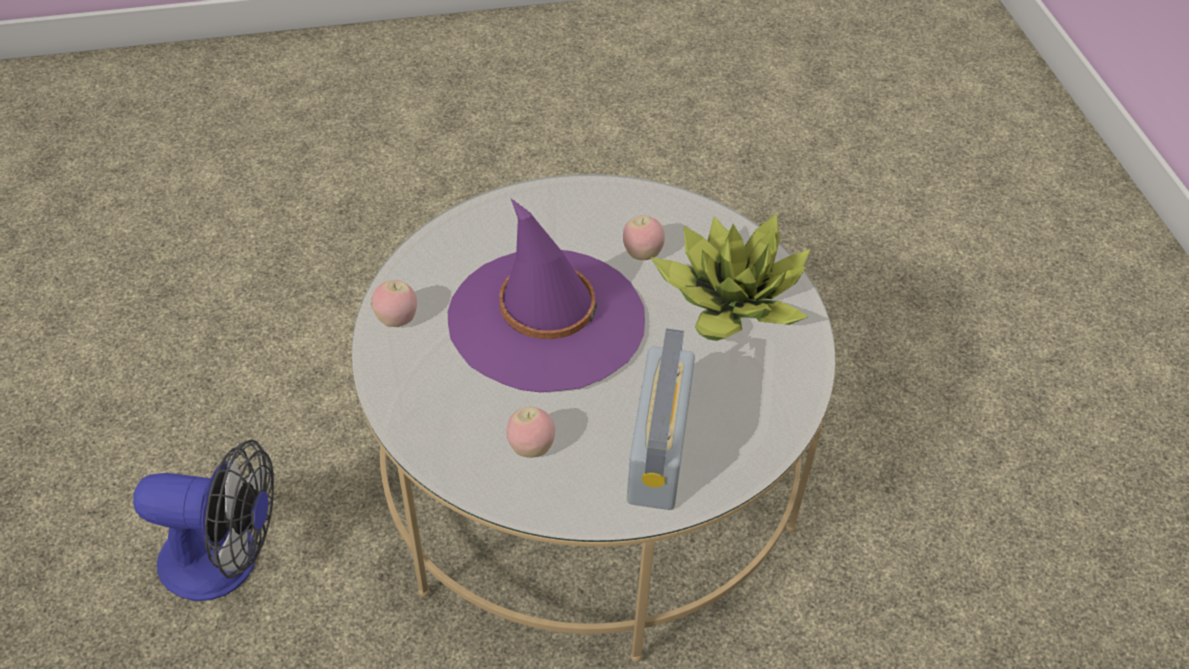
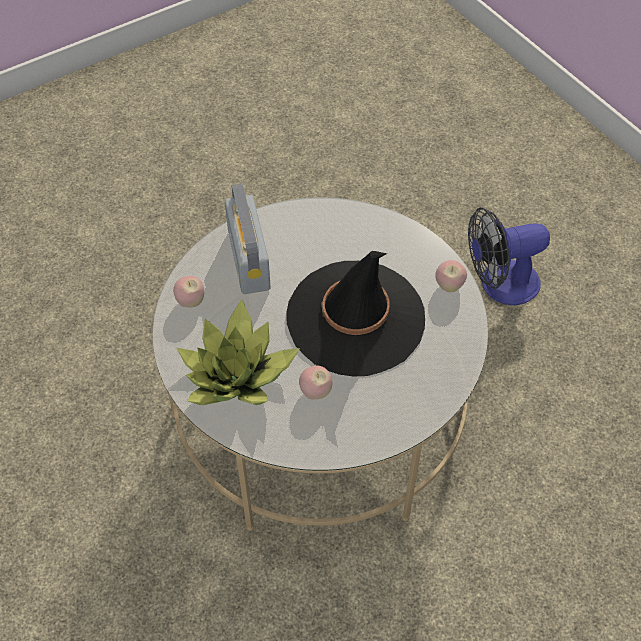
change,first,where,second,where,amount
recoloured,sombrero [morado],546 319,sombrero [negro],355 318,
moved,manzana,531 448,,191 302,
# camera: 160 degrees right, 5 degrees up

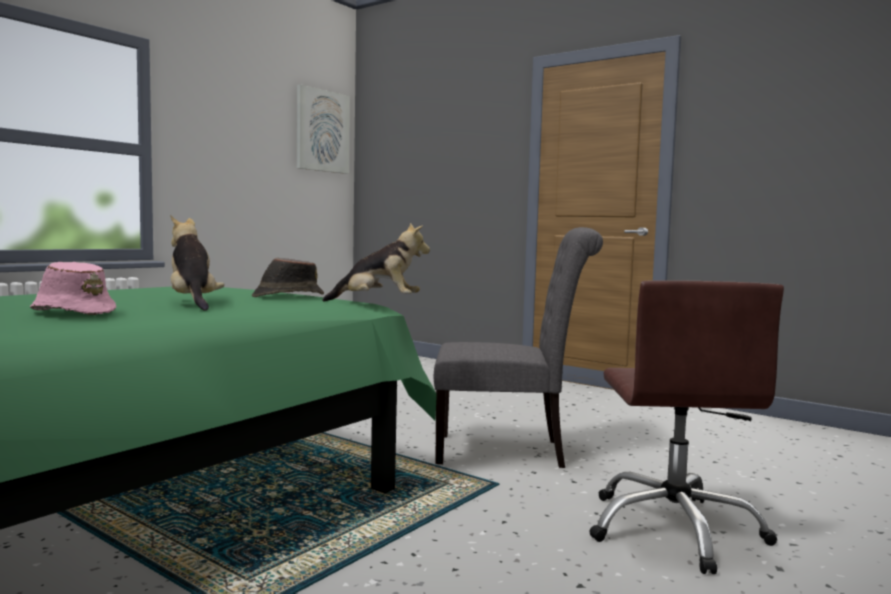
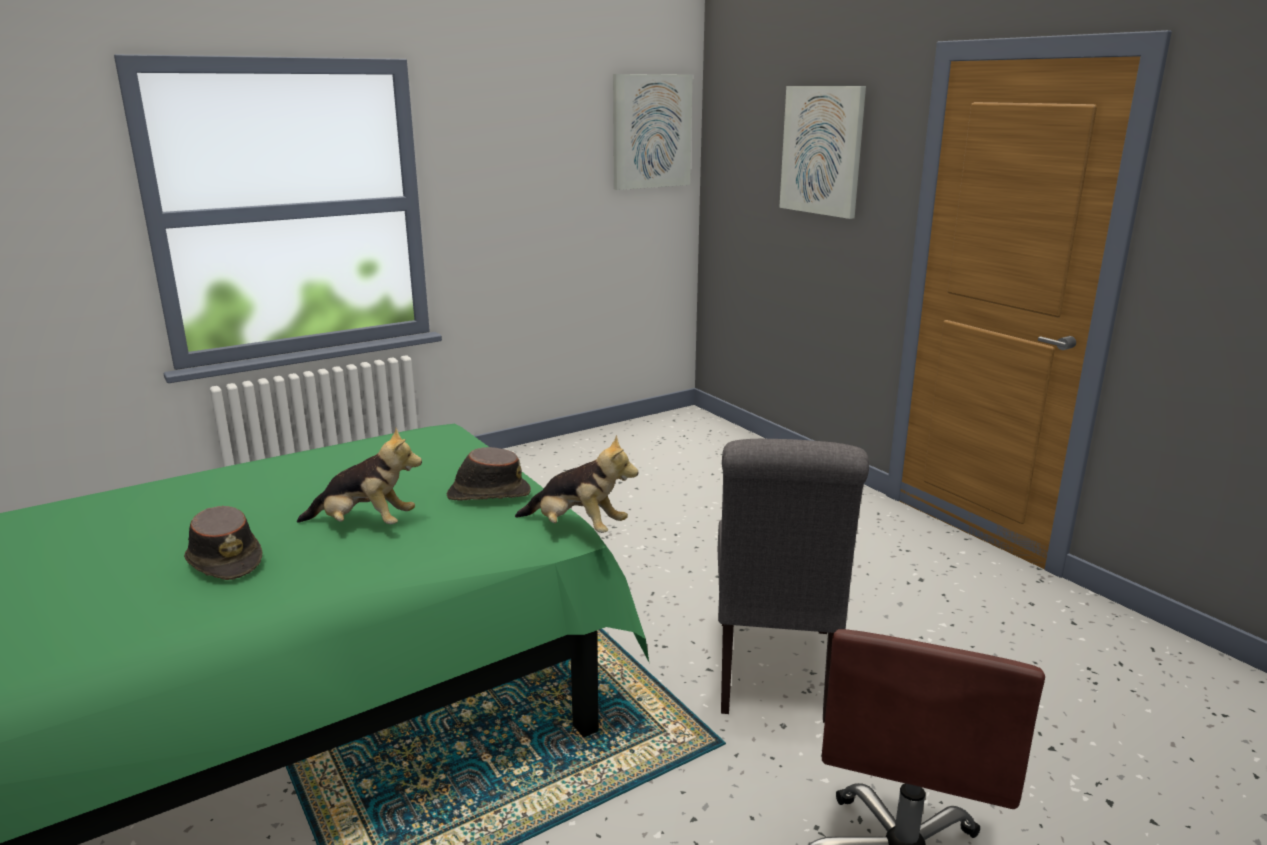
change,first,where,second,where,amount
recoloured,sombrero [rosa],73 313,sombrero [marrón],225 560,
turned,peluche,193 303,,364 524,105 degrees clockwise
turned,silla [gris],509 451,,774 676,75 degrees clockwise
added,,,cuadro,822 150,
# camera: 20 degrees right, 15 degrees up

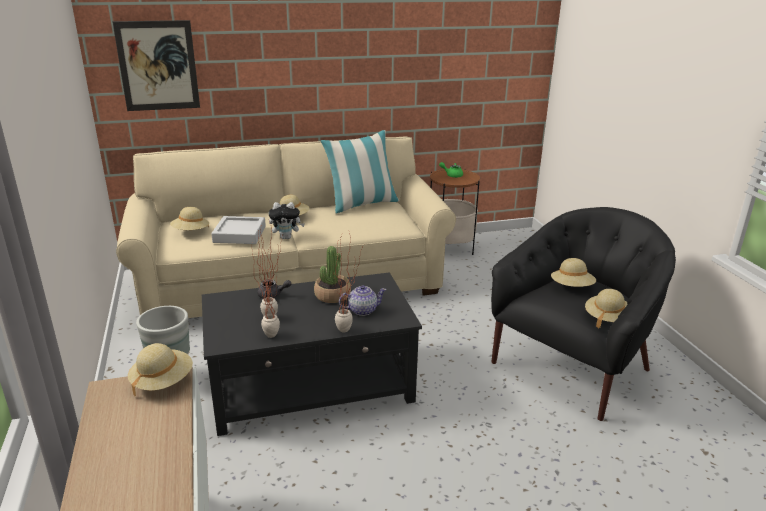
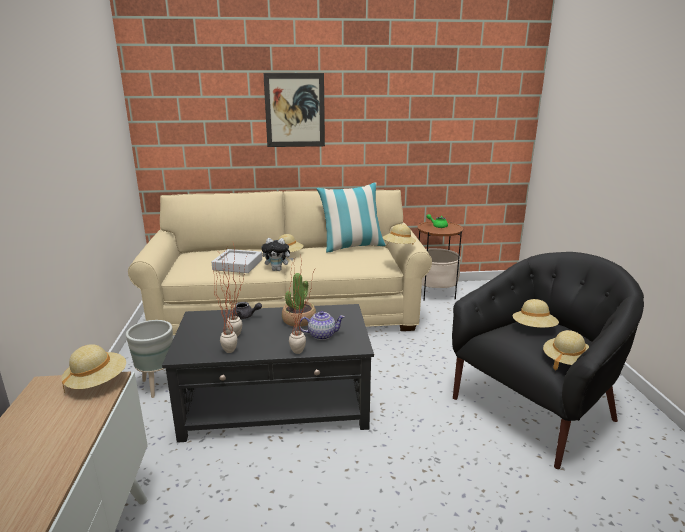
change,first,where,second,where,amount
moved,cuadro,158 66,,295 110,
moved,sombrero [beis],191 232,,399 247,
# camera: 10 degrees right, 5 degrees down

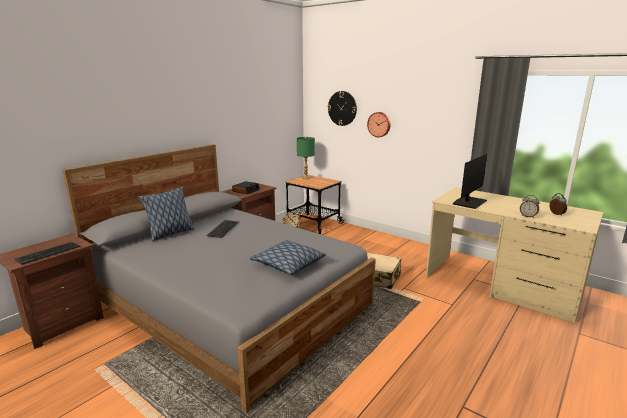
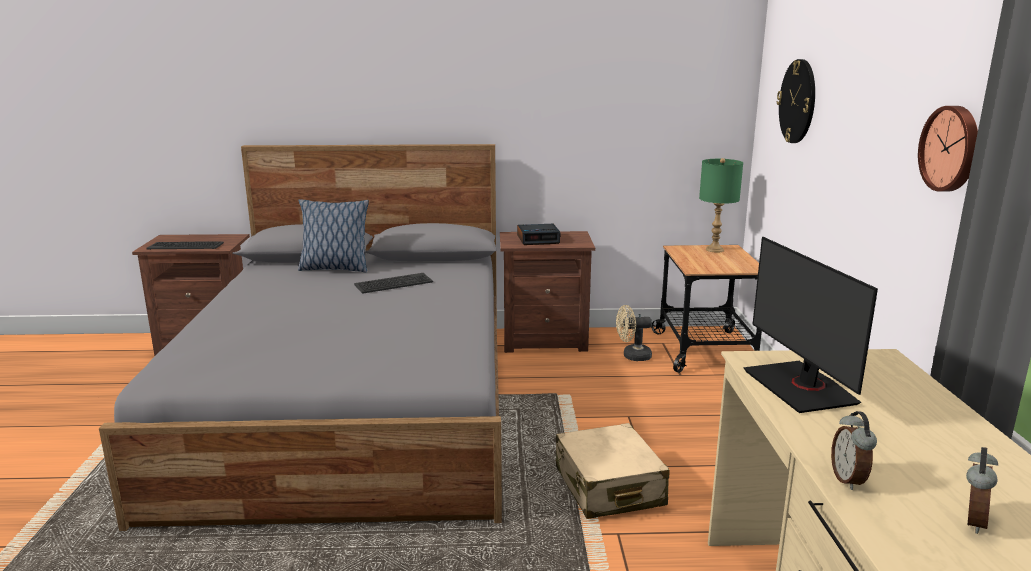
change,first,where,second,where,amount
removed,cojín,288 264,,,
moved,reloj de pared,379 124,,951 148,
turned,monitor,469 202,,800 387,75 degrees clockwise
# camera: 50 degrees right, 0 degrees up

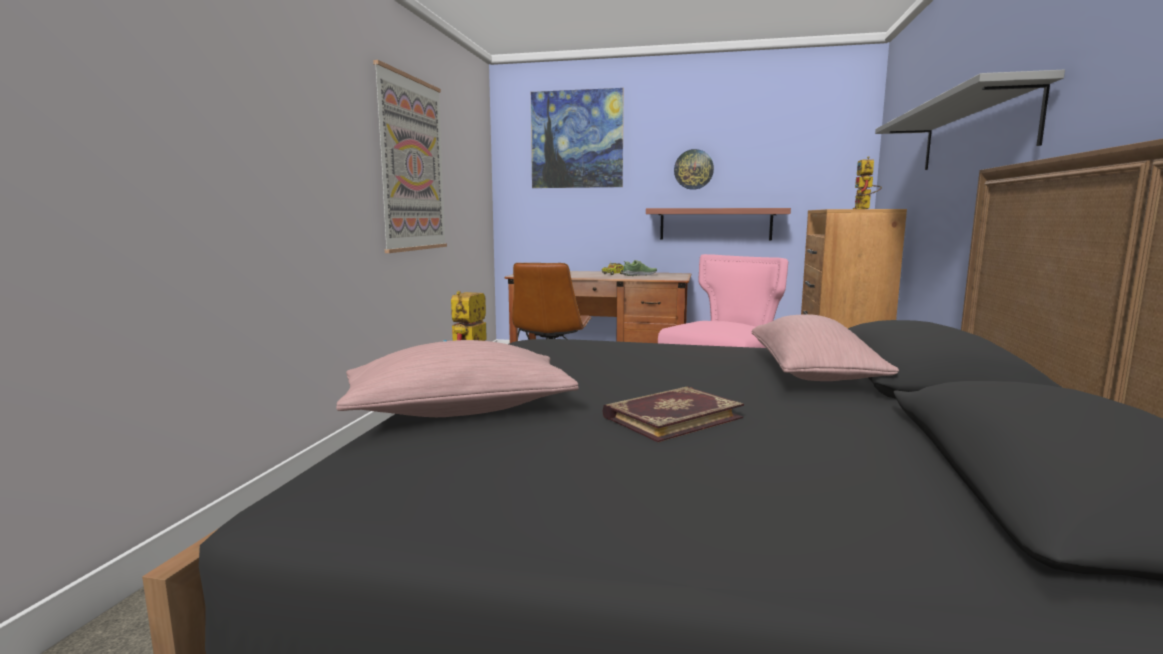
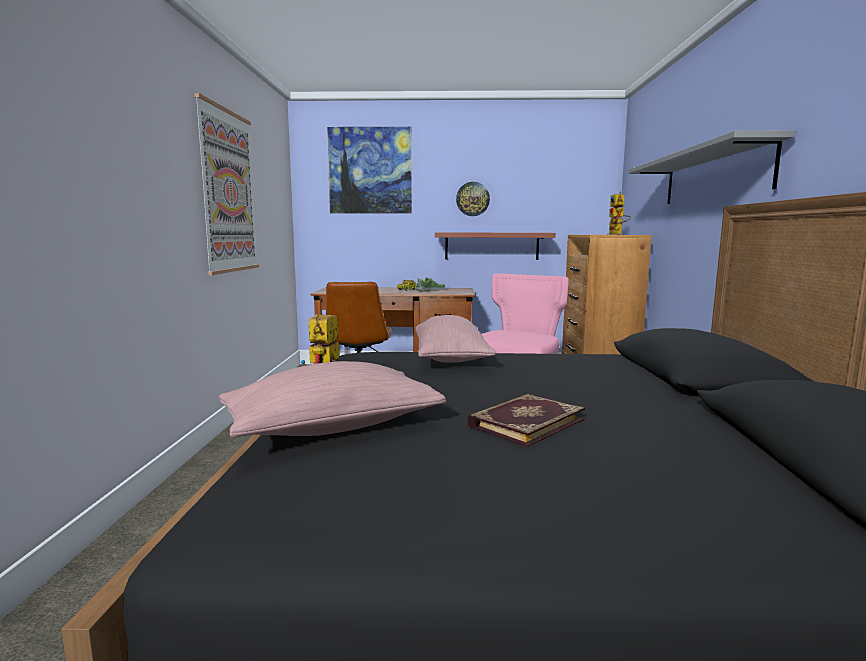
change,first,where,second,where,amount
moved,cojín [rosa],812 374,,450 358,
# camera: 10 degrees left, 0 degrees up

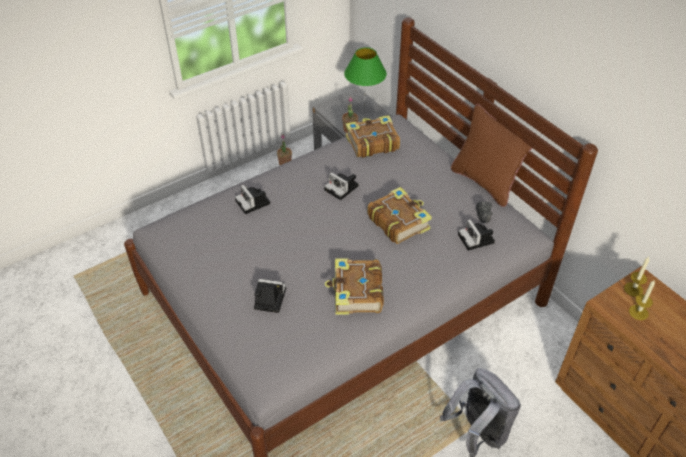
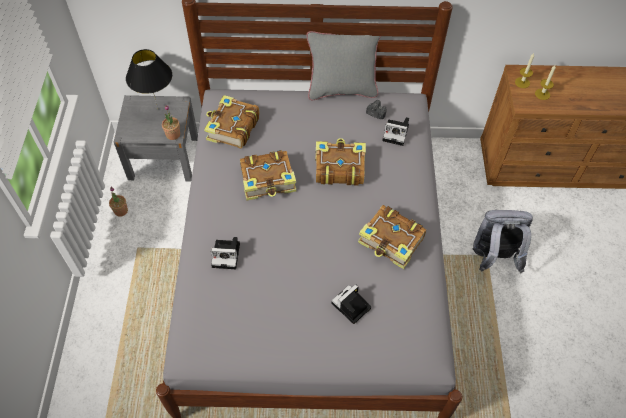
change,first,where,second,where,amount
replaced,cámara,342 188,libro,268 181,
recoloured,lámpara de mesa [verde],364 109,lámpara de mesa [negro],158 109,
recoloured,cojín [marrón],485 182,cojín [gris],341 90,
# camera: 55 degrees left, 10 degrees up

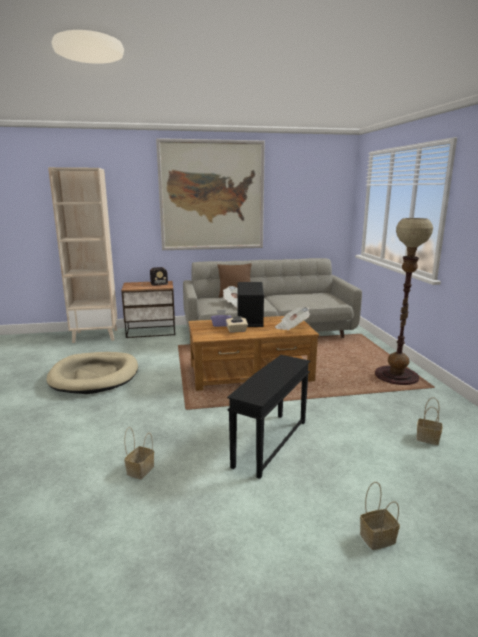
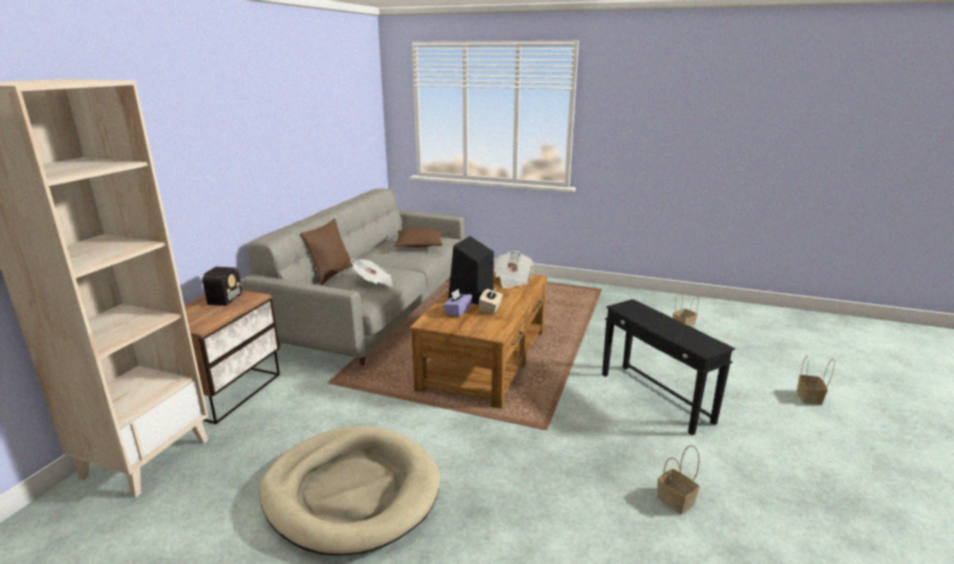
change,first,where,second,where,amount
removed,cuadro,211 196,,,
removed,lámpara de pie,396 376,,,
added,,,cojín [marrón],419 245,
# camera: 60 degrees left, 5 degrees up

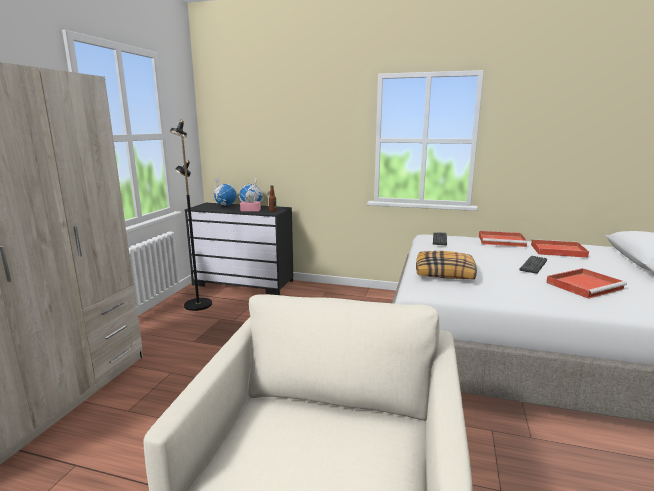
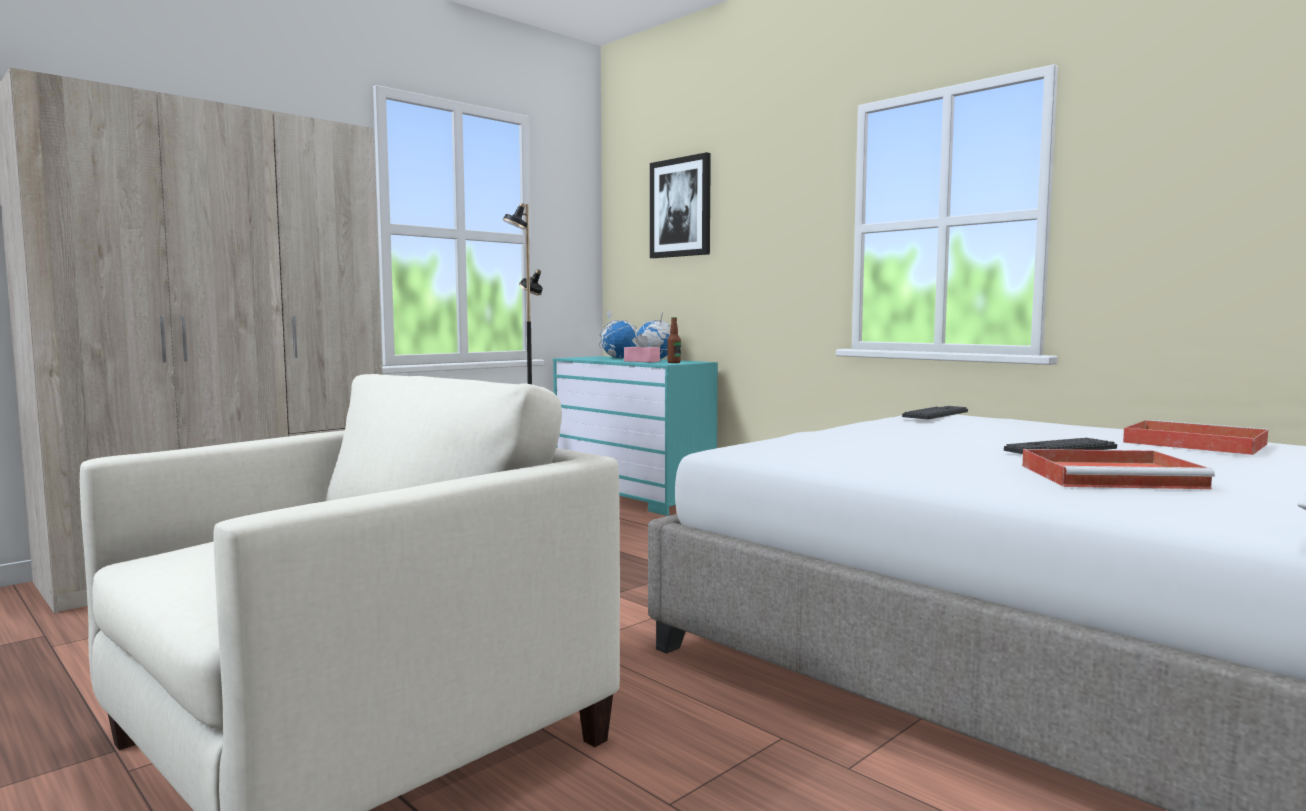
change,first,where,second,where,amount
recoloured,cómoda [negro],243 283,cómoda [turquesa],633 496,
removed,cojín,445 273,,,
removed,bandeja [rojo],502 241,,,
added,,,cuadro,680 207,
# camera: 30 degrees right, 10 degrees down

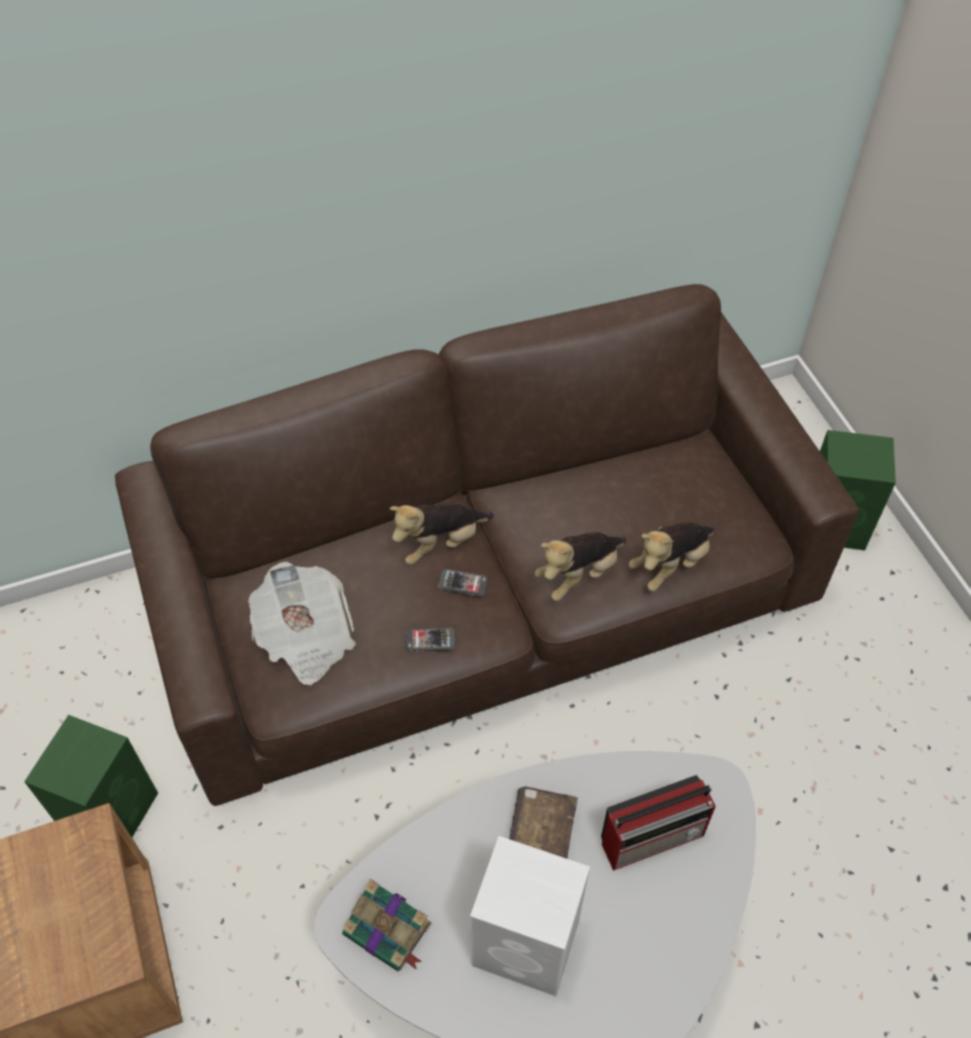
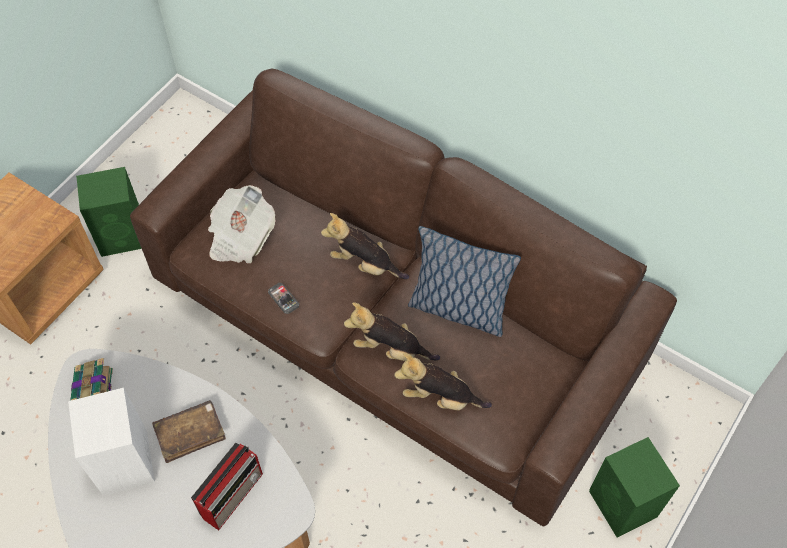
change,first,where,second,where,amount
removed,móvil,462 583,,,
turned,radio,654 837,,233 494,90 degrees counterclockwise
added,,,cojín,457 308,
# camera: 55 degrees right, 5 degrees up

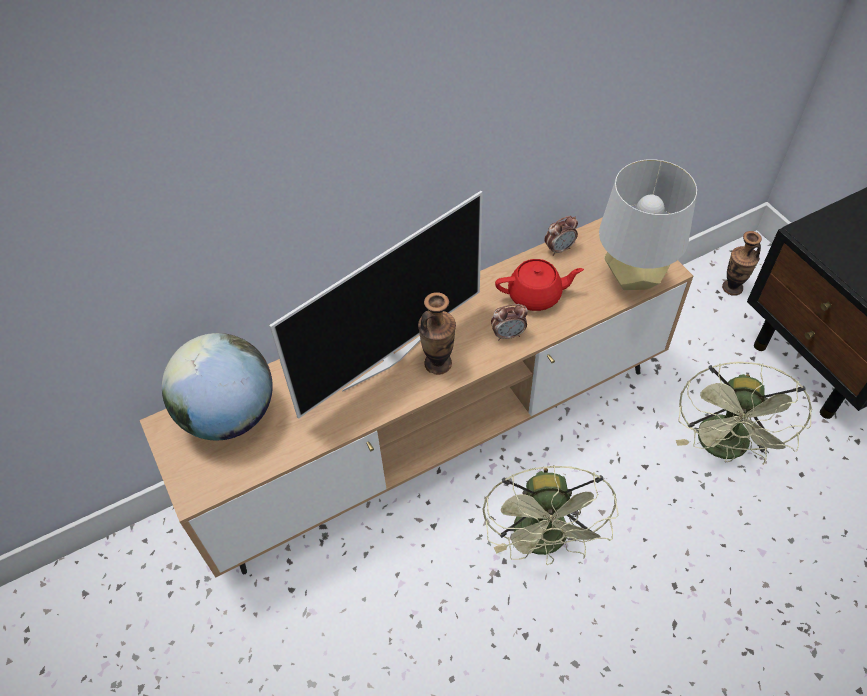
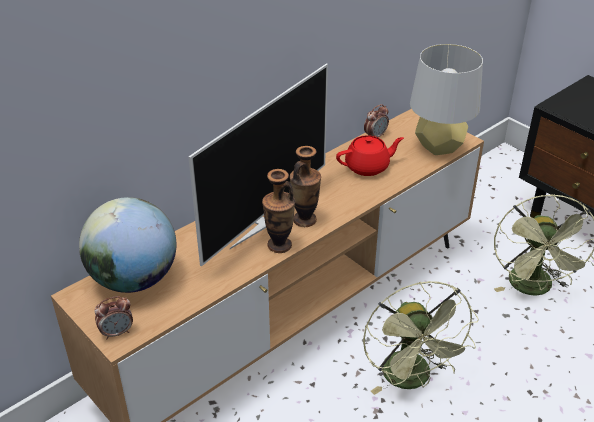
change,first,where,second,where,amount
moved,despertador,508 334,,117 332,
moved,florero,732 288,,279 245,
# camera: 15 degrees left, 15 degrees down

